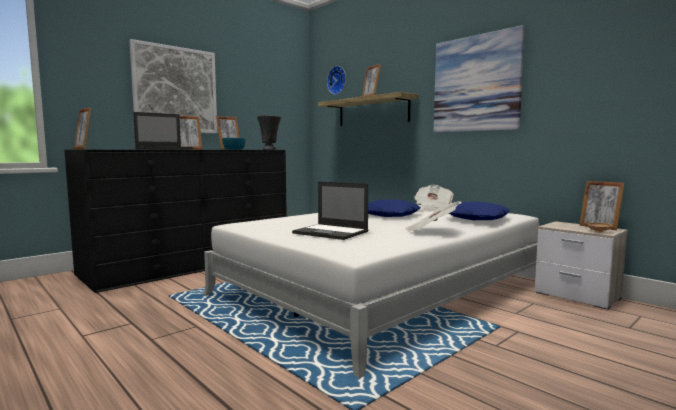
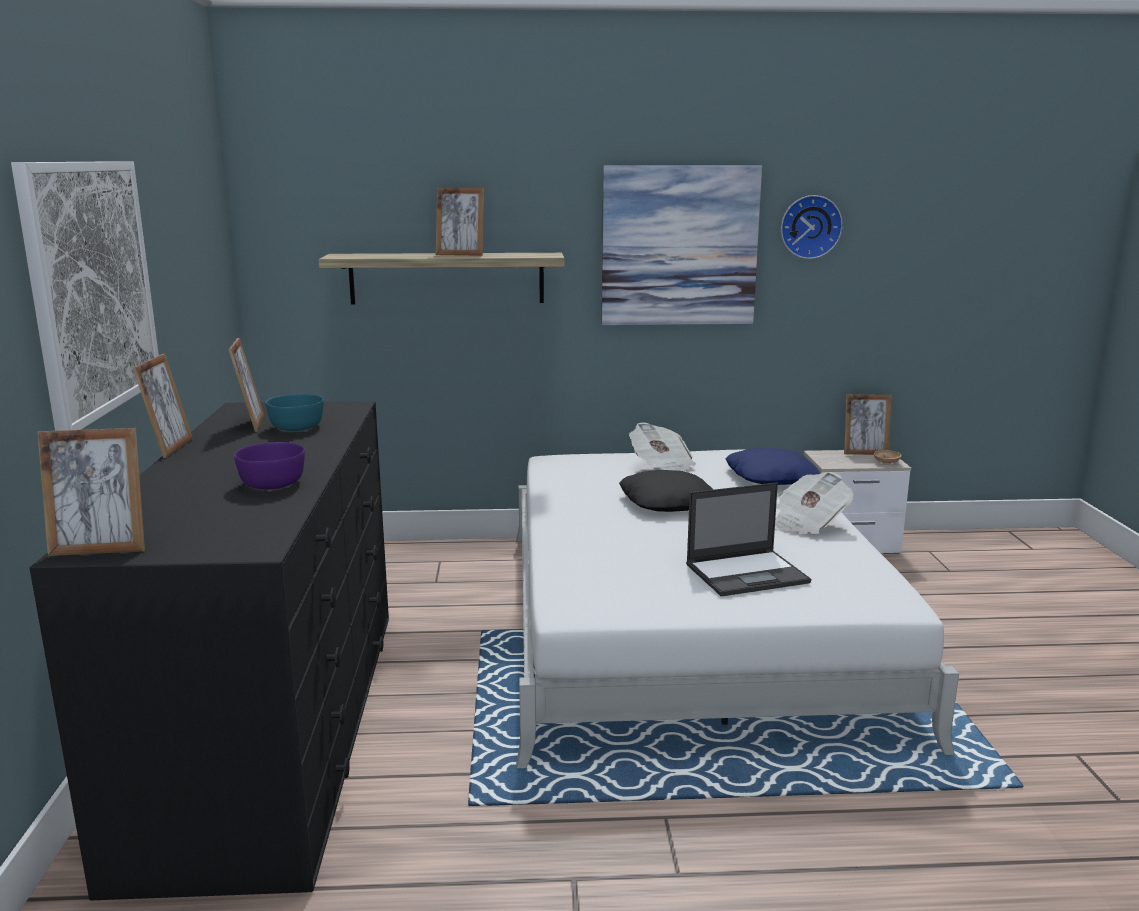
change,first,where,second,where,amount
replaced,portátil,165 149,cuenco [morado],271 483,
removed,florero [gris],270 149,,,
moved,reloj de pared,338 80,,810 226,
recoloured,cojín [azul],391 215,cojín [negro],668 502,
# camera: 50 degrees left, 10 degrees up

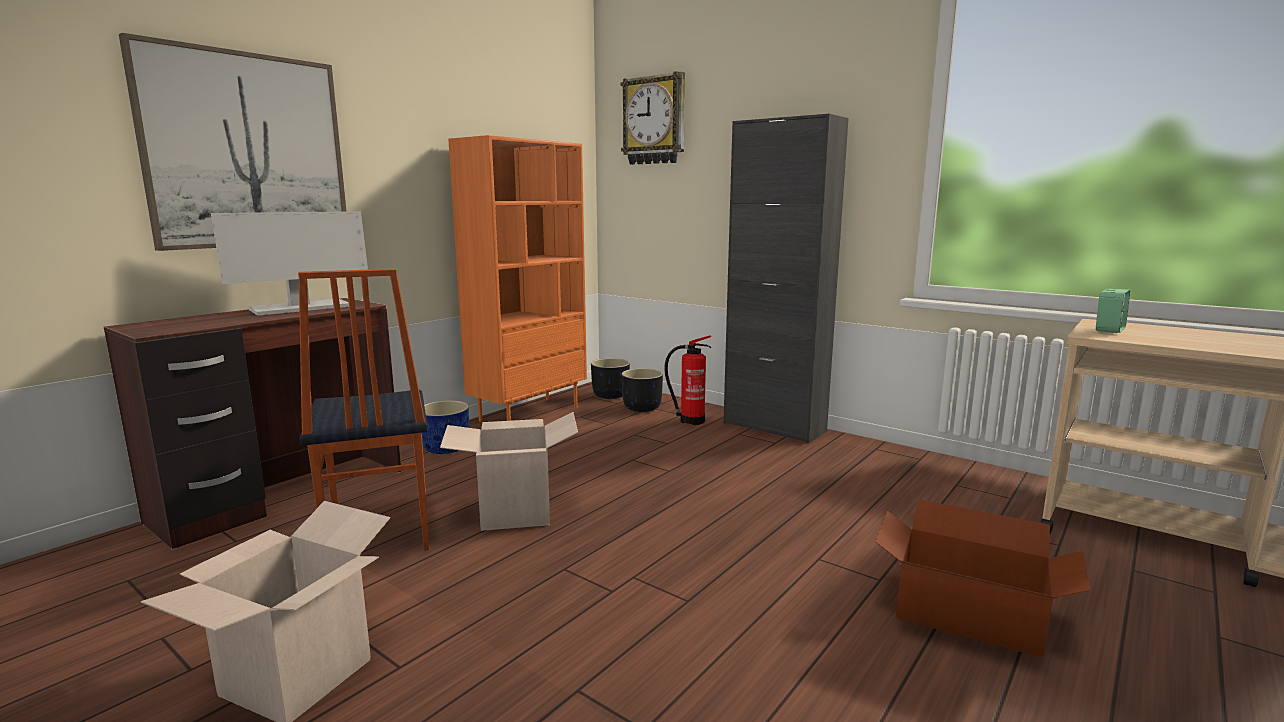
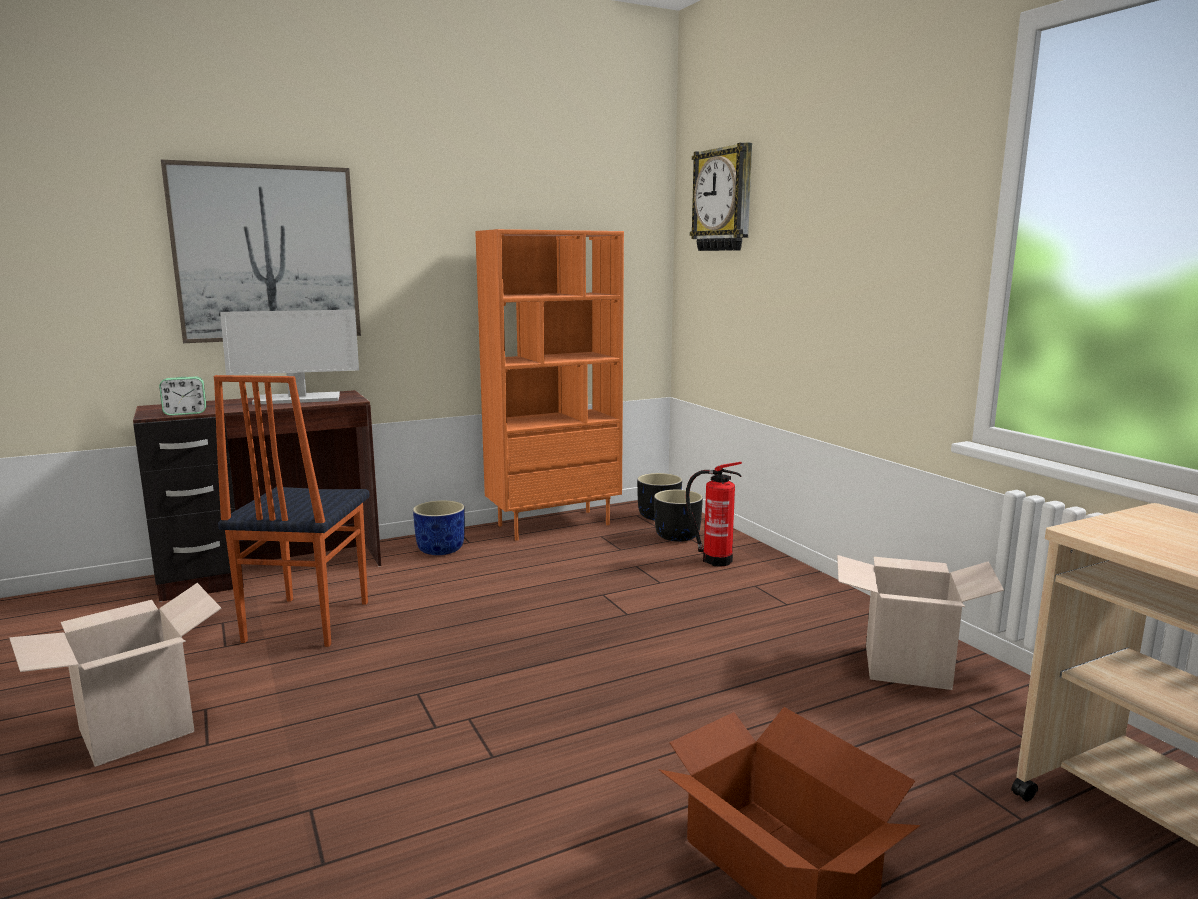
change,first,where,second,where,amount
moved,caja de cartón,515 513,,906 666,
removed,armario [negro],774 427,,,
moved,despertador,1109 330,,185 413,
# camera: 25 degrees right, 0 degrees up

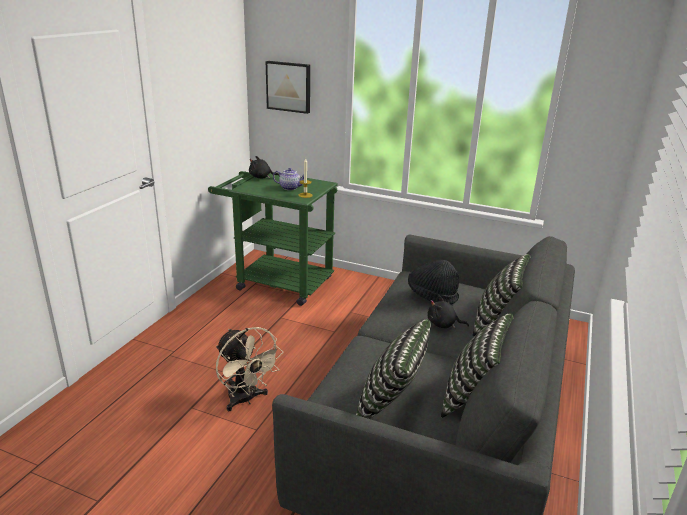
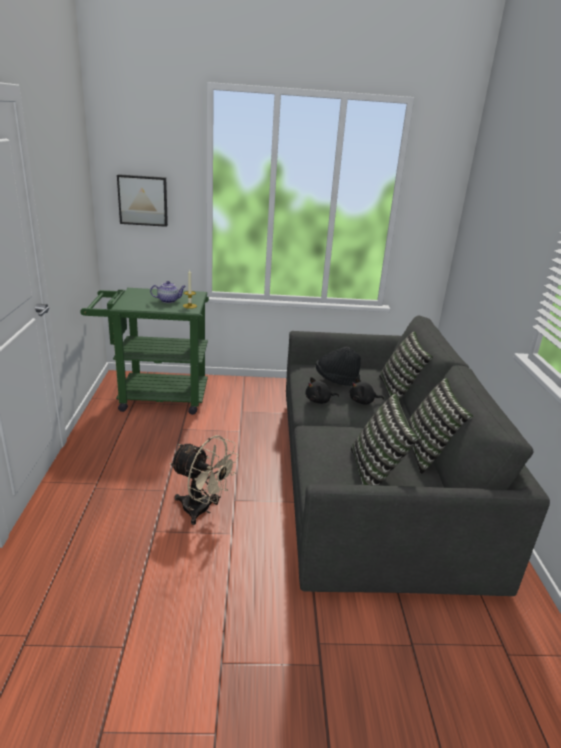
change,first,where,second,where,amount
moved,peluche [negro],261 177,,319 401,
# camera: 25 degrees left, 0 degrees up

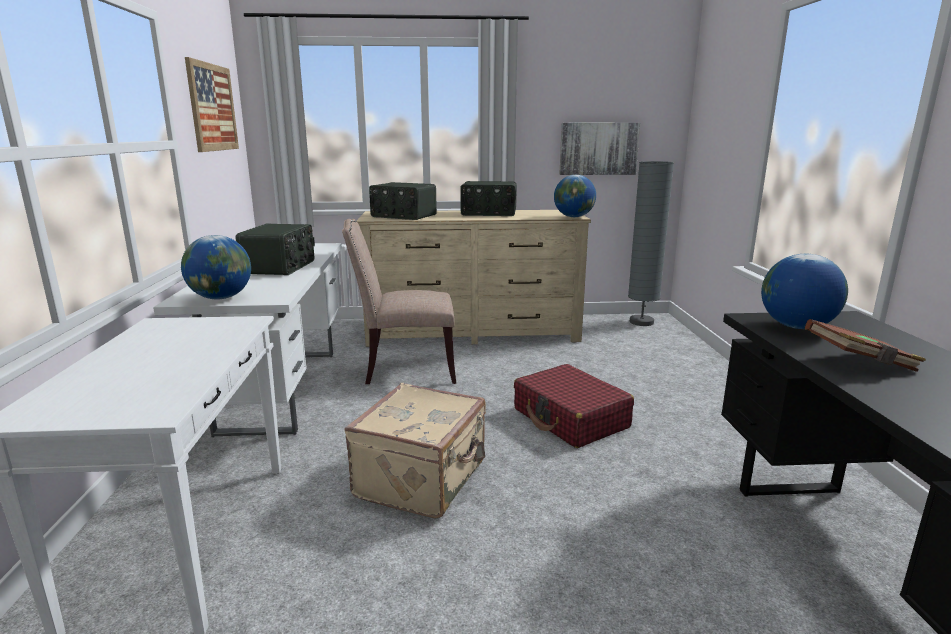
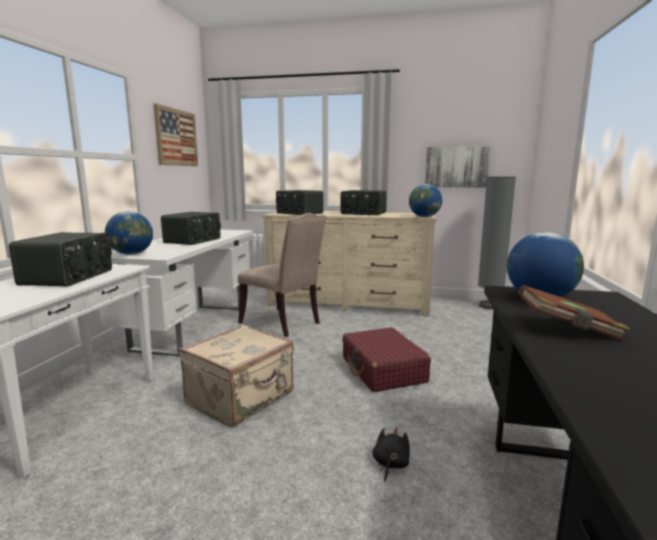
change,first,where,second,where,amount
turned,silla [beis],406 370,,283 323,150 degrees counterclockwise
added,,,radio,69 277,
added,,,peluche [negro],390 464,
# camera: 15 degrees right, 5 degrees down

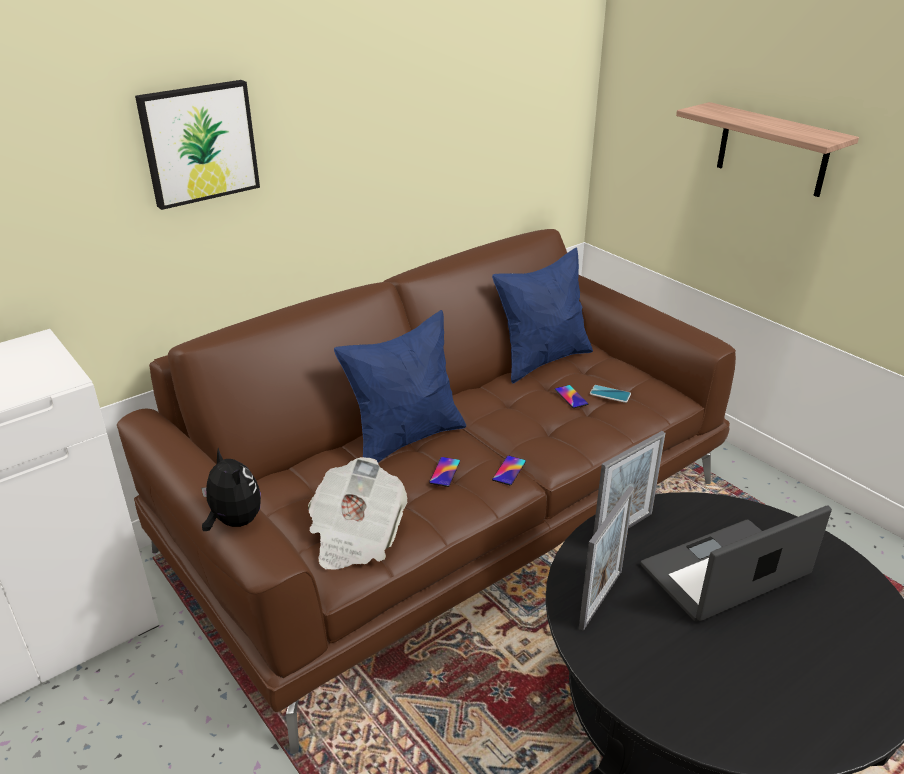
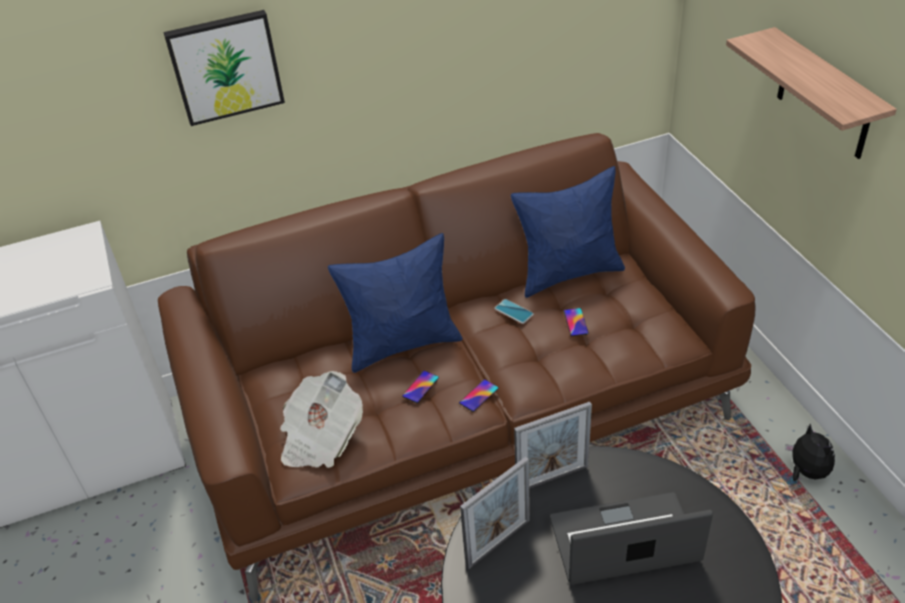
change,first,where,second,where,amount
moved,peluche,234 521,,806 472,
moved,móvil,610 394,,514 311,
# camera: 20 degrees right, 10 degrees up

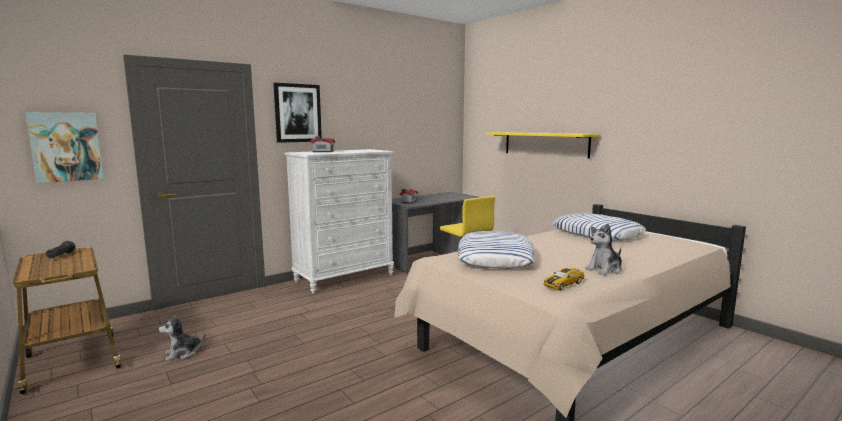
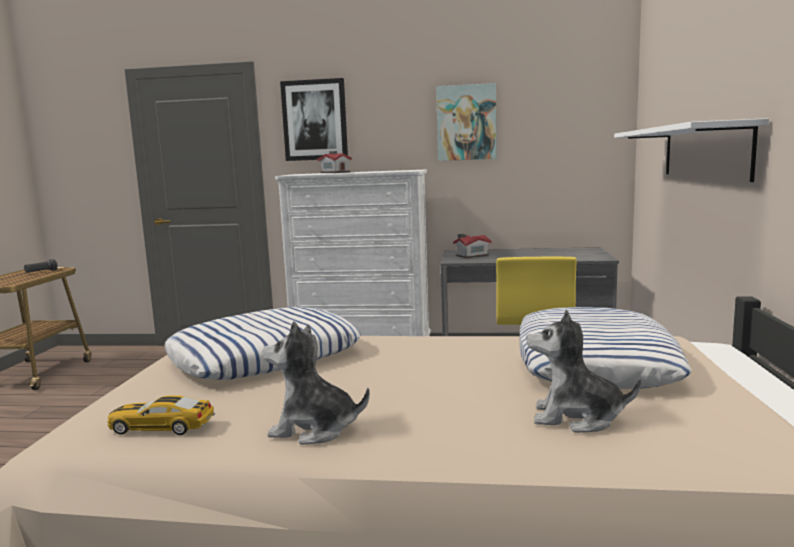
change,first,where,second,where,amount
moved,cuadro,66 147,,466 122,
moved,peluche,183 353,,576 418,
recoloured,estante [amarillo],545 144,estante [blanco],704 152,
# camera: 45 degrees right, 0 degrees up

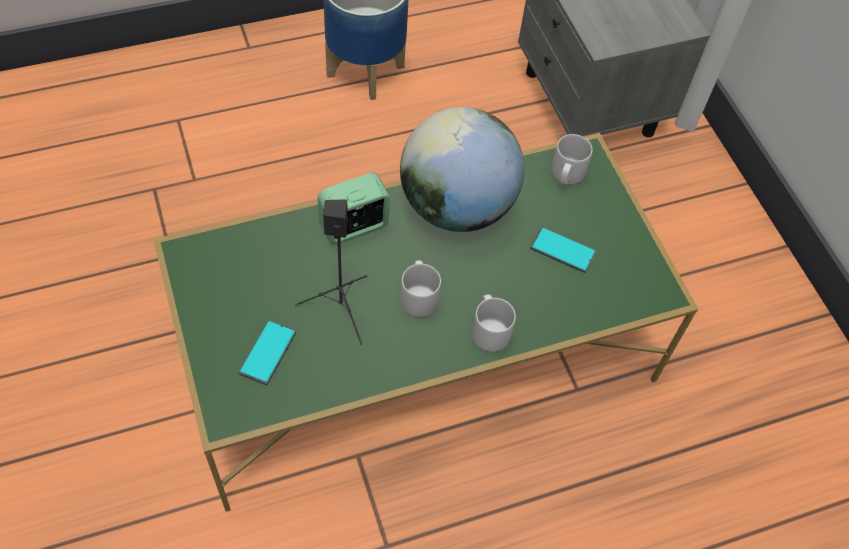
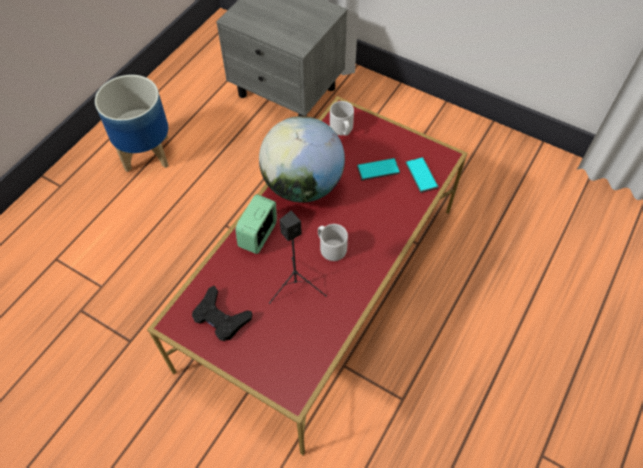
change,first,where,second,where,amount
recoloured,mesa de centro [verde],414 351,mesa de centro [rojo],320 287,
moved,móvil,268 353,,421 175,
removed,taza grande [gris],489 331,,,
added,,,mando de consola [negro],221 317,
# camera: 35 degrees left, 0 degrees up

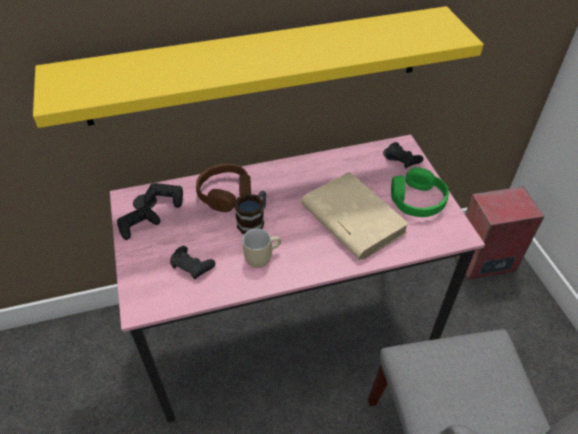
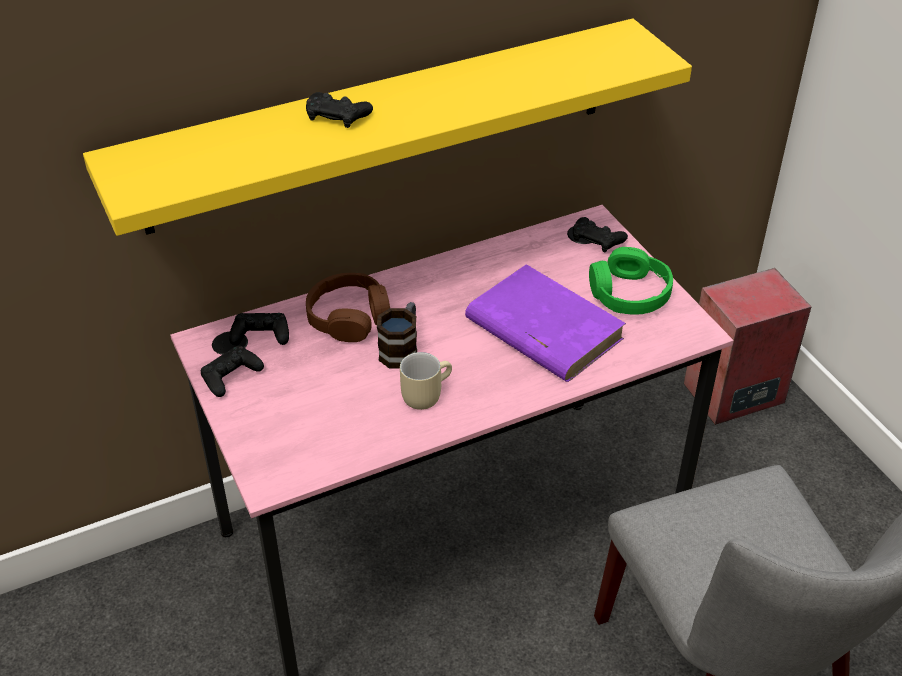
change,first,where,second,where,amount
moved,mando de consola [negro],192 265,,337 116,
recoloured,libro [beis],352 218,libro [morado],542 329,
# camera: 10 degrees left, 5 degrees down

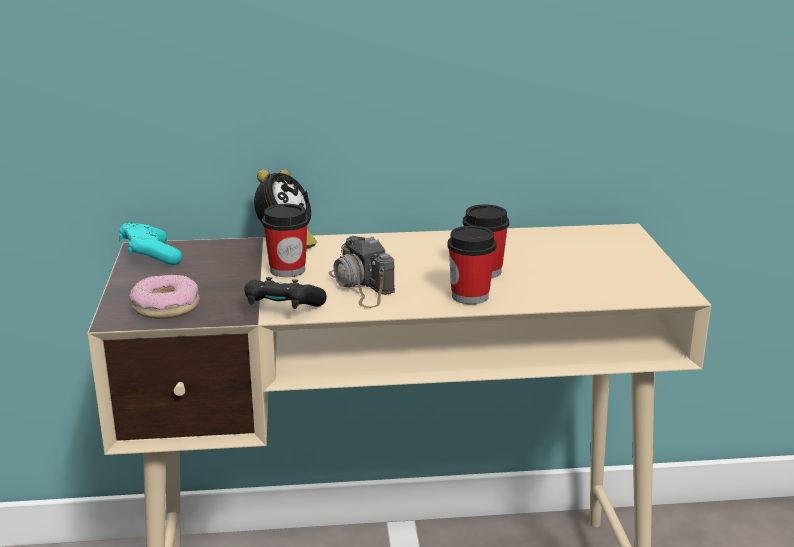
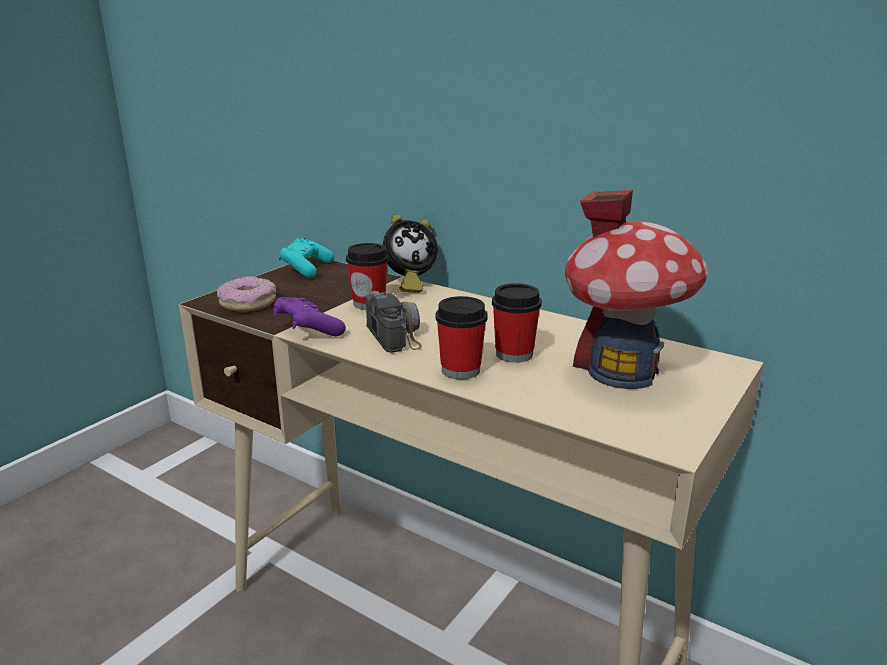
change,first,where,second,where,amount
recoloured,mando de consola [negro],282 310,mando de consola [morado],308 330,
turned,cámara,361 286,,394 332,150 degrees clockwise
added,,,casita,622 372,
# camera: 40 degrees right, 0 degrees up

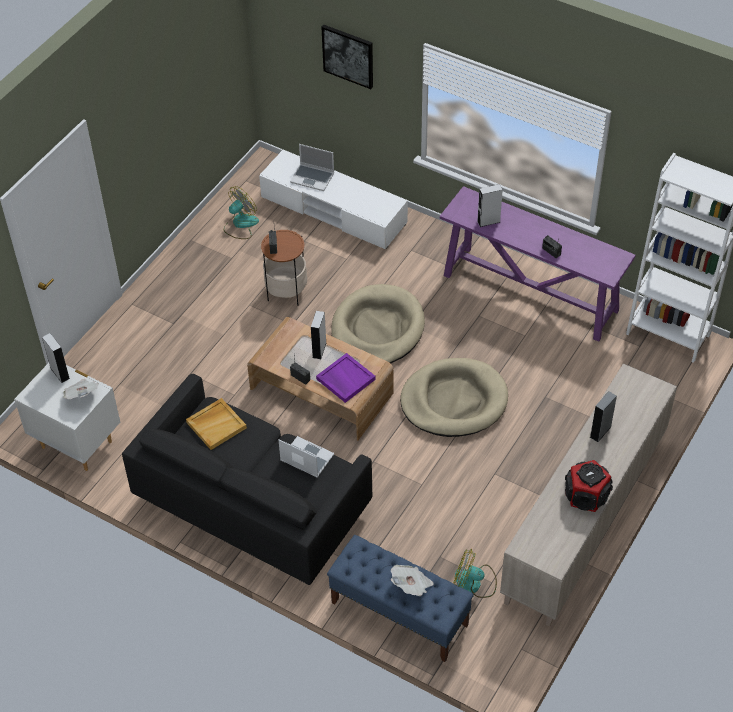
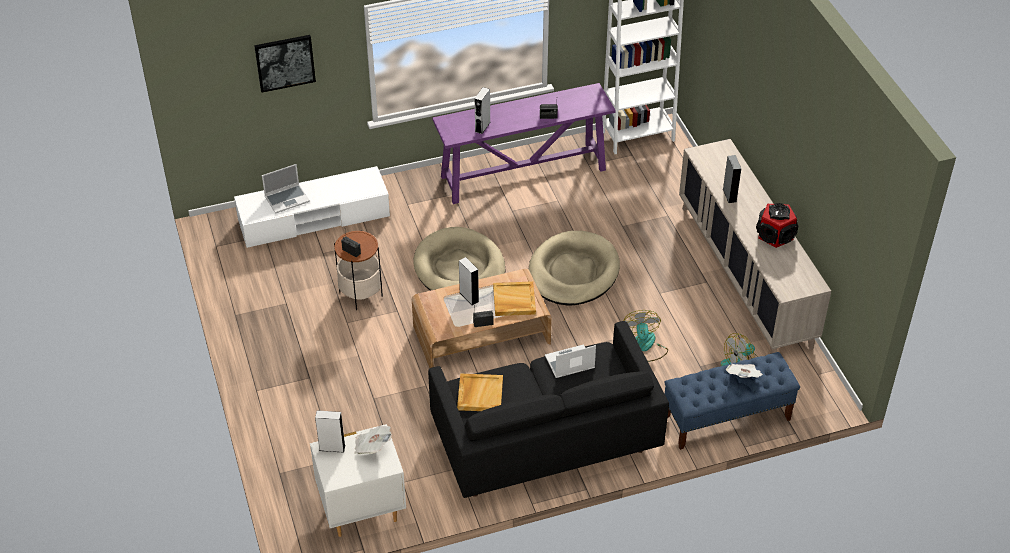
change,first,where,second,where,amount
moved,ventilador,240 224,,645 347,
recoloured,bandeja [morado],345 379,bandeja [beis],513 300,
# camera: 50 degrees left, 5 degrees down

